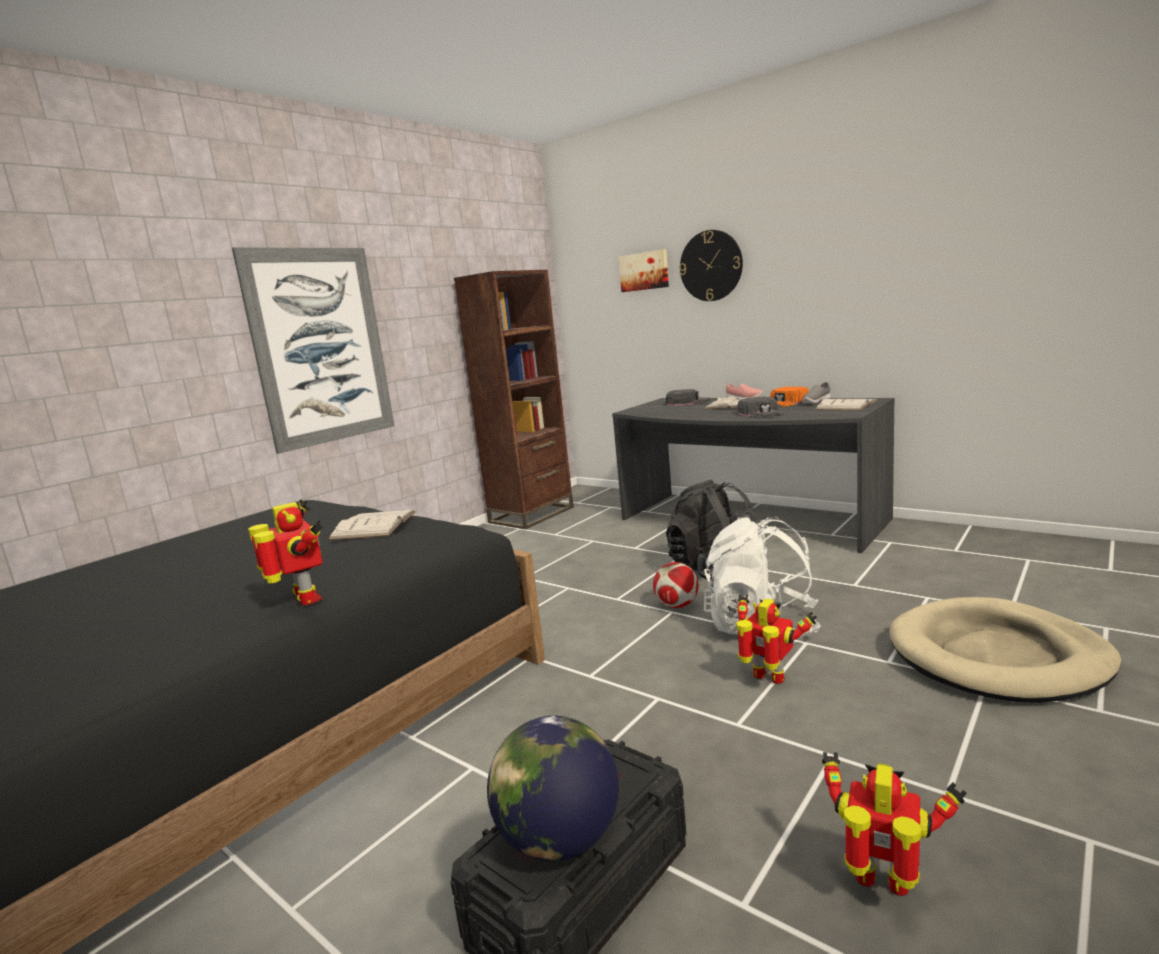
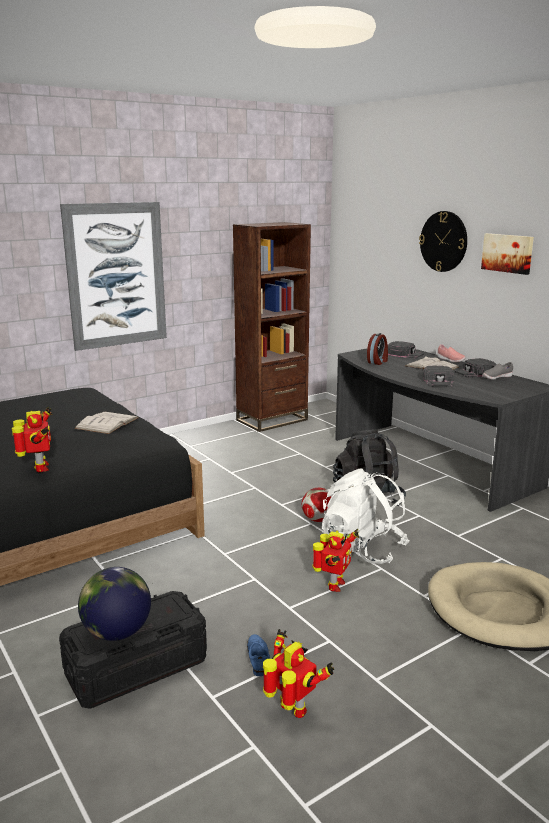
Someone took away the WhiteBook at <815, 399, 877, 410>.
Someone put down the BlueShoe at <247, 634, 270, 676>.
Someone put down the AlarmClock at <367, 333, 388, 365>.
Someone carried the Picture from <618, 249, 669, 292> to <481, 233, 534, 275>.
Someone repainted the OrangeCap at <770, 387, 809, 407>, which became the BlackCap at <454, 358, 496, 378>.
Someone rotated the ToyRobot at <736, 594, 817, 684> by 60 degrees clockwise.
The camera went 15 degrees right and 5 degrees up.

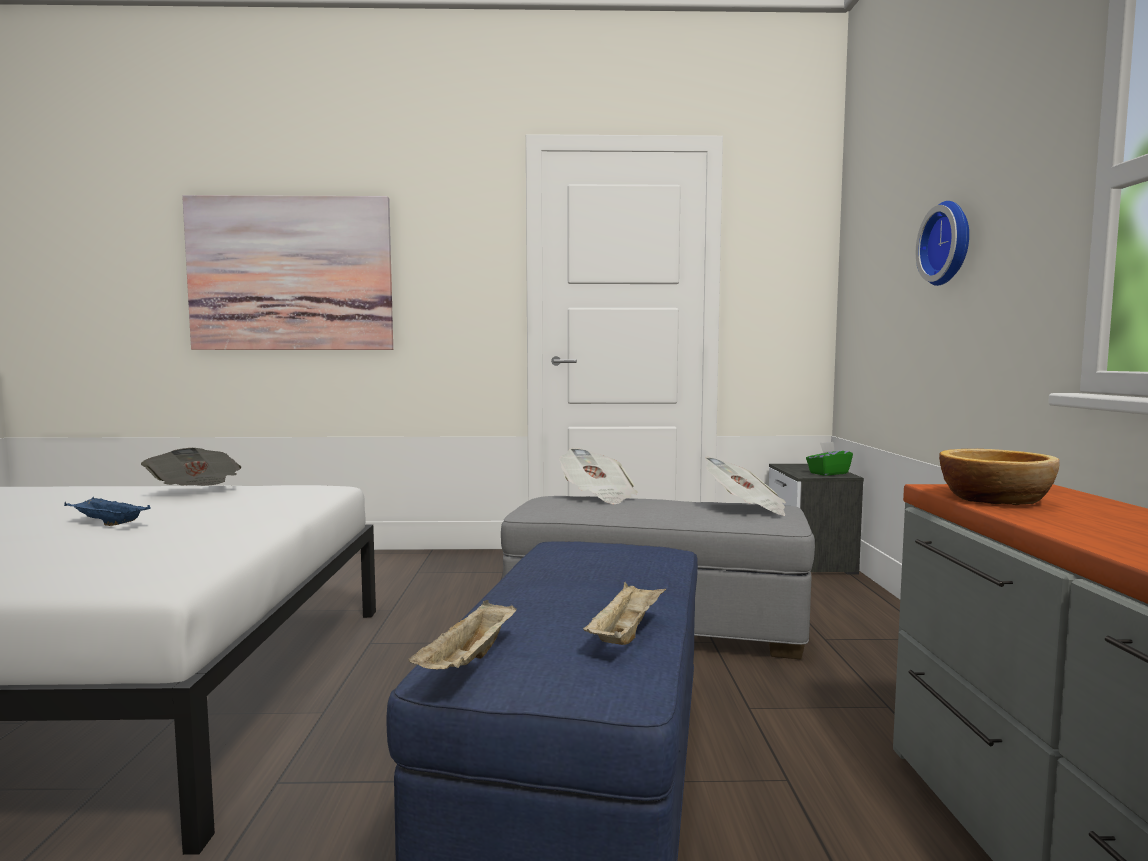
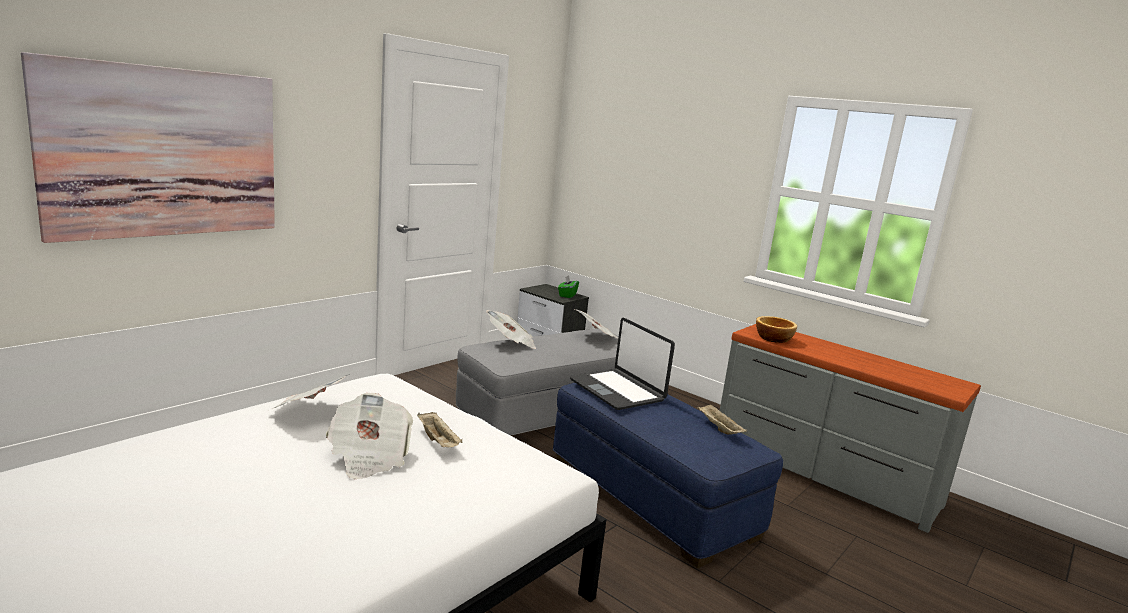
Someone took away the WallClock at <916, 201, 969, 286>.
Someone put down the Laptop at <570, 318, 675, 410>.
Someone carried the BeigeTray from <409, 600, 517, 669> to <417, 412, 462, 447>.
Someone swapped the BlueTray at <64, 497, 151, 526> for the Newspaper at <326, 393, 413, 479>.
The camera went 50 degrees left and 10 degrees up.

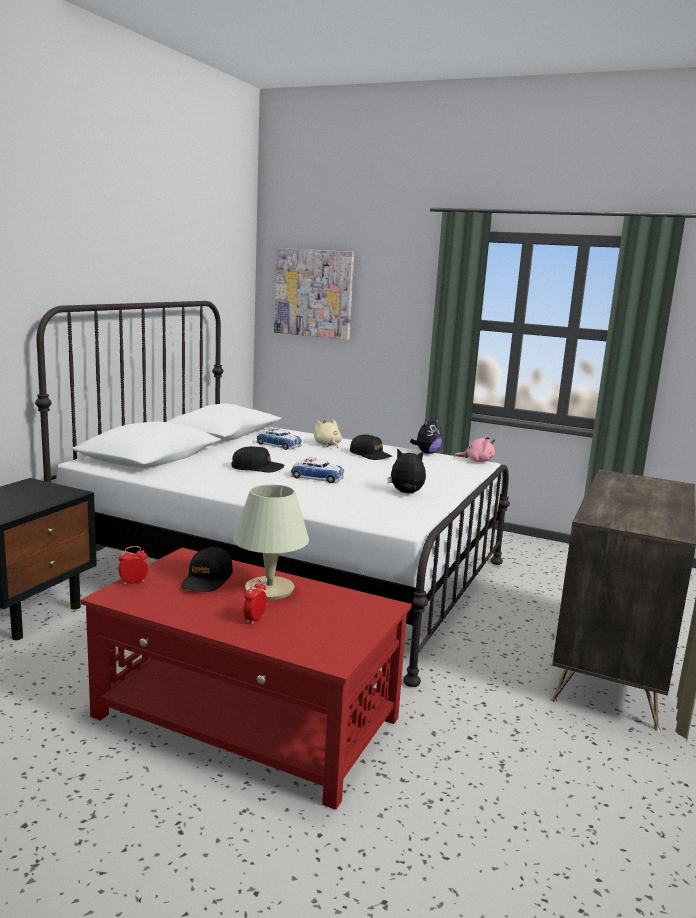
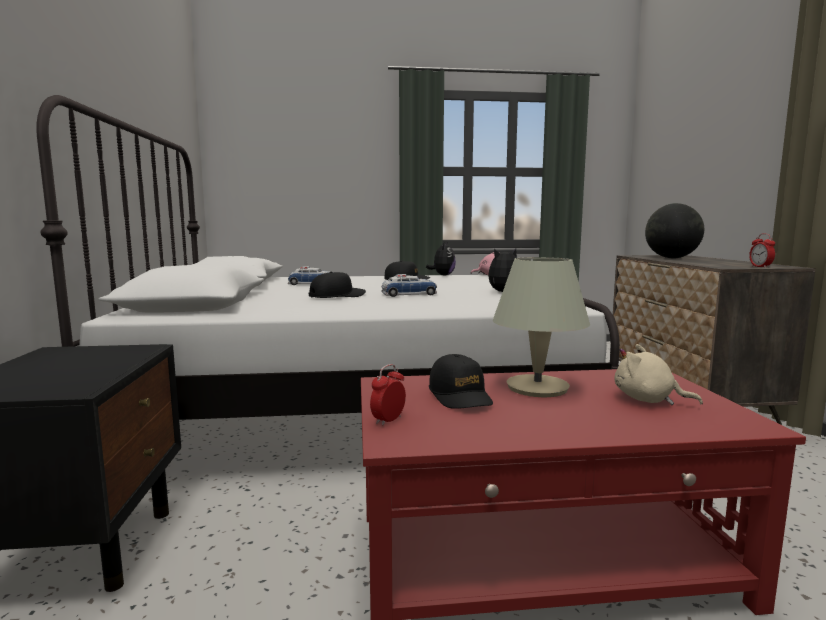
Someone took away the Picture at <274, 248, 354, 340>.
Someone put down the Globe at <645, 203, 704, 258>.
Someone carried the AlarmClock from <243, 579, 267, 624> to <749, 233, 775, 268>.
Someone carried the BeigePlushToy from <314, 419, 342, 449> to <615, 344, 703, 405>.
The camera went 30 degrees left and 5 degrees down.

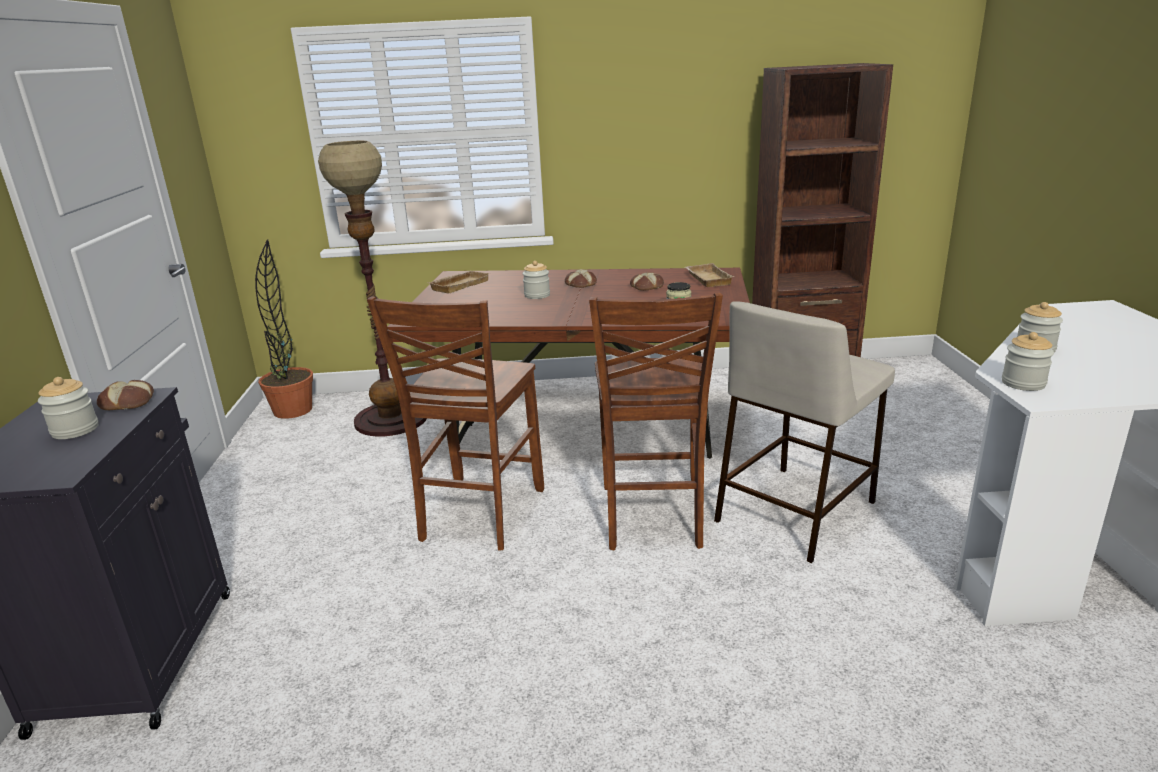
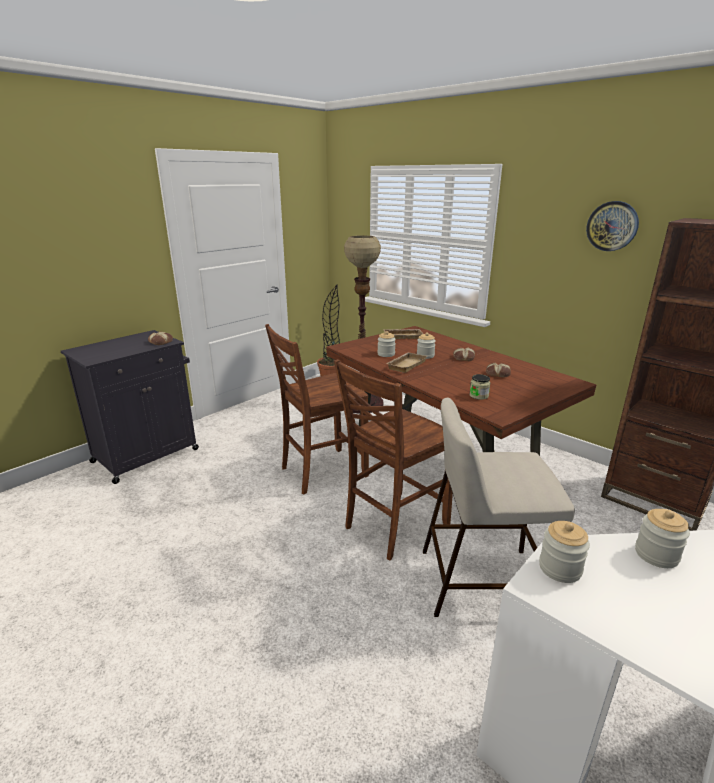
Someone put up the WallClock at <586, 201, 639, 251>.
Someone carried the Jar from <38, 377, 98, 439> to <377, 331, 396, 357>.
Someone carried the BeigeTray from <685, 263, 734, 287> to <386, 353, 427, 373>.
The camera went 45 degrees right and 0 degrees up.

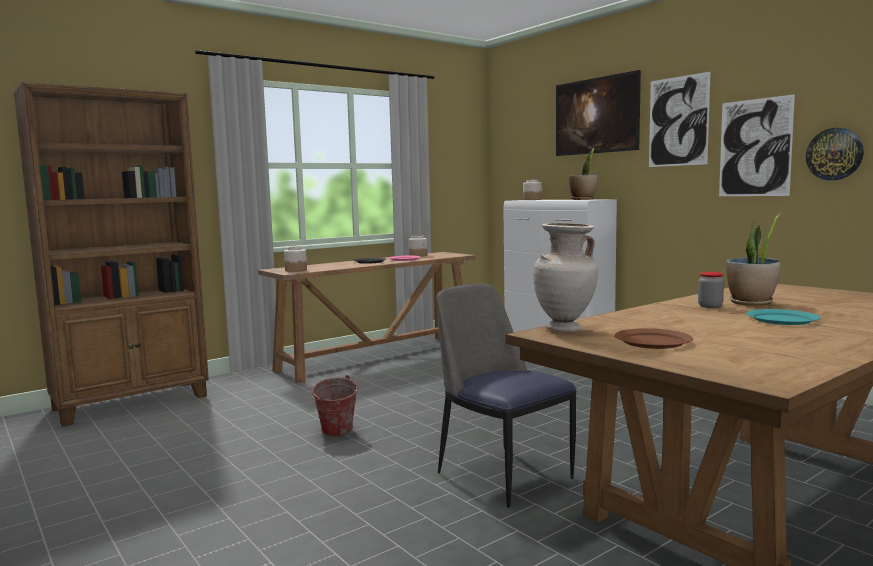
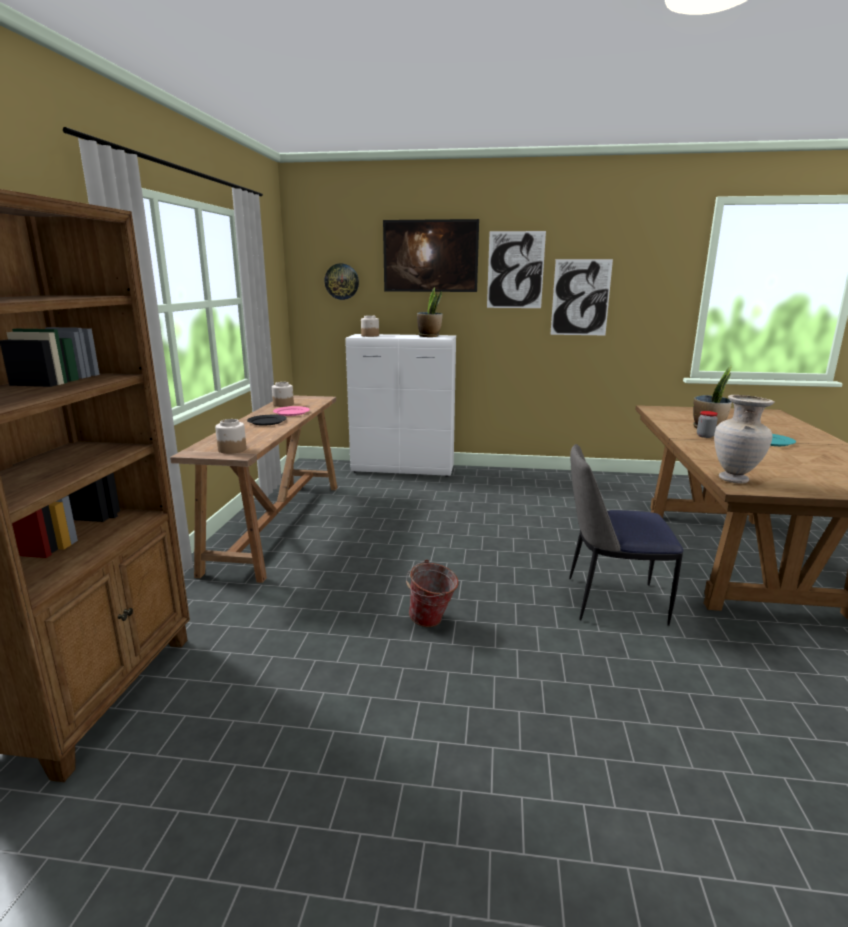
Someone took away the BrownPlate at <615, 328, 693, 349>.
Someone carried the WallClock from <806, 128, 864, 180> to <324, 264, 359, 300>.
The camera went 45 degrees left and 10 degrees up.

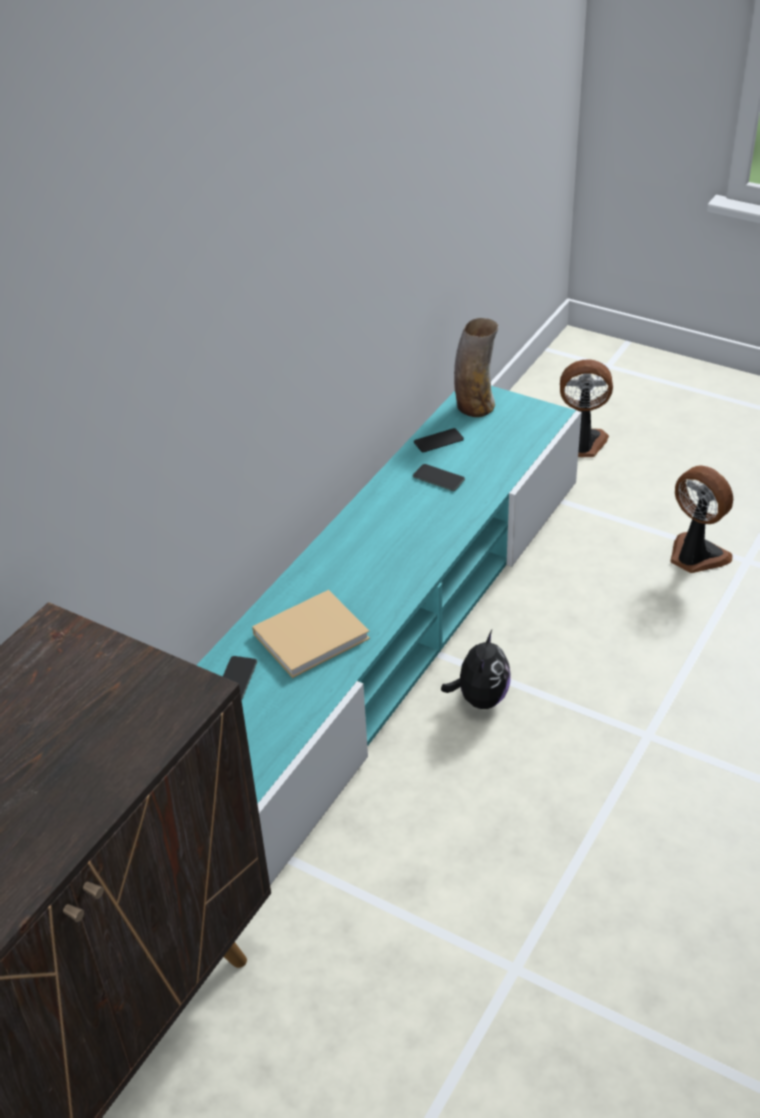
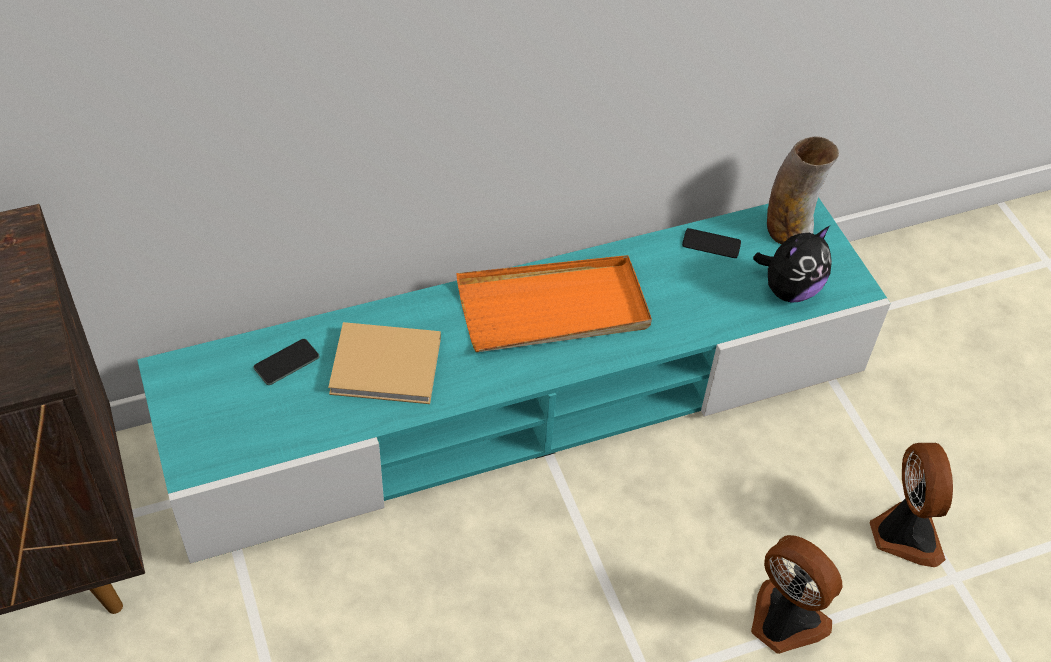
Someone took away the Phone at <413, 464, 465, 491>.
Someone put down the OrangeTray at <456, 255, 652, 352>.
Someone carried the PlushToy from <441, 630, 511, 709> to <753, 226, 832, 303>.
Someone carried the Fan from <560, 359, 613, 457> to <751, 535, 843, 654>.
The camera went 35 degrees right and 10 degrees up.

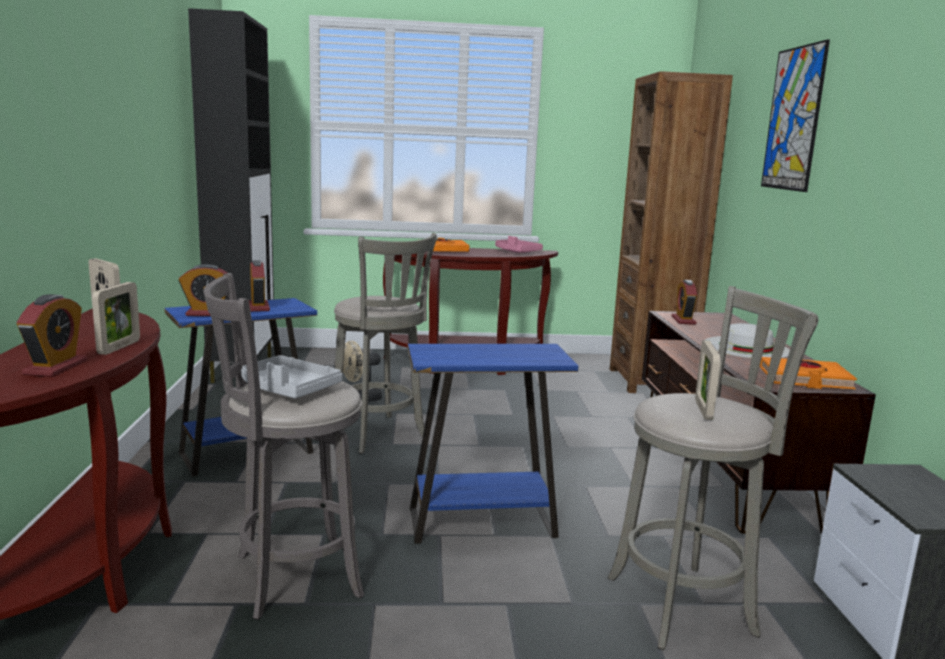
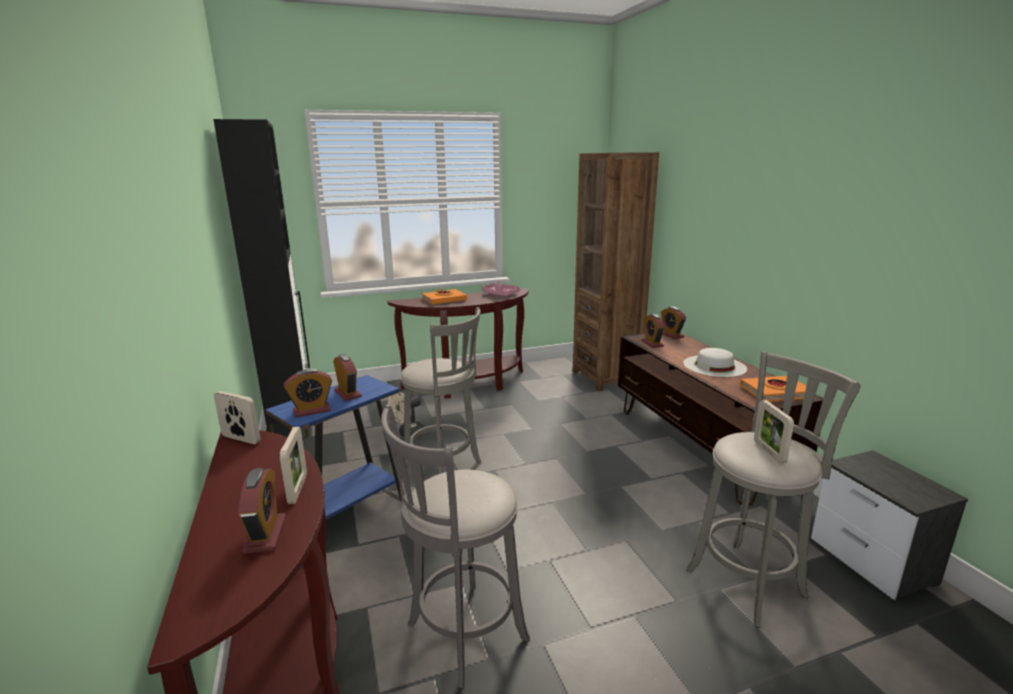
Someone took away the GreyTray at <241, 355, 343, 398>.
Someone took away the BlueSideTable at <408, 344, 578, 544>.
Someone took away the Picture at <761, 39, 830, 192>.
Someone put down the AlarmClock at <661, 307, 686, 339>.
The camera went 15 degrees left and 5 degrees up.

